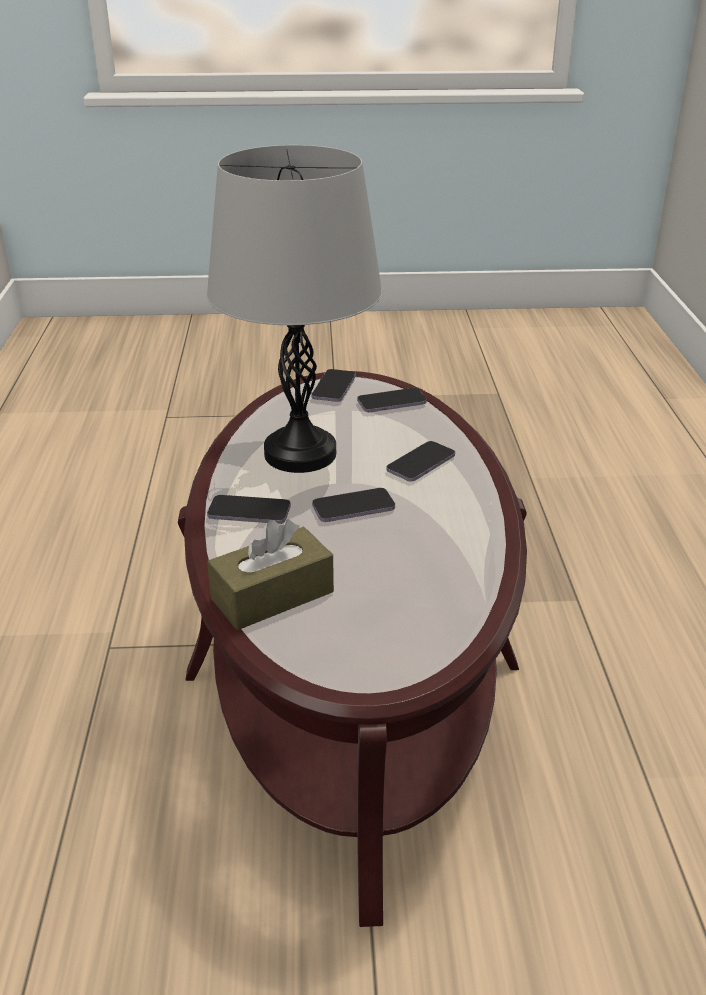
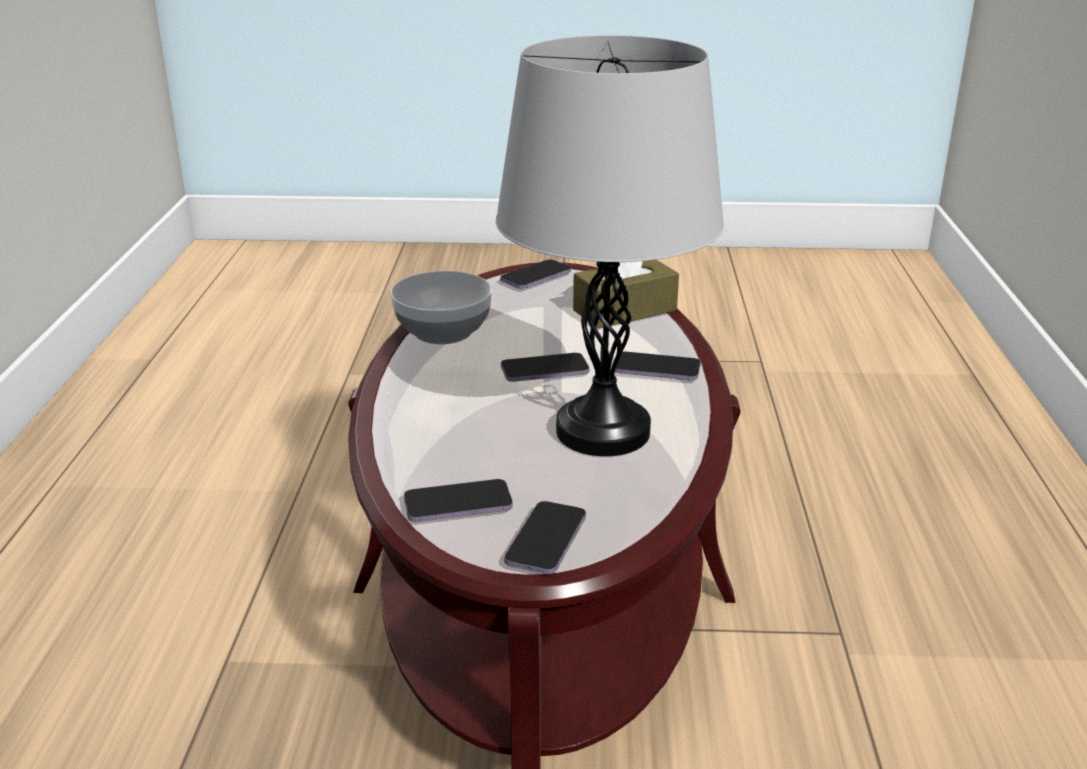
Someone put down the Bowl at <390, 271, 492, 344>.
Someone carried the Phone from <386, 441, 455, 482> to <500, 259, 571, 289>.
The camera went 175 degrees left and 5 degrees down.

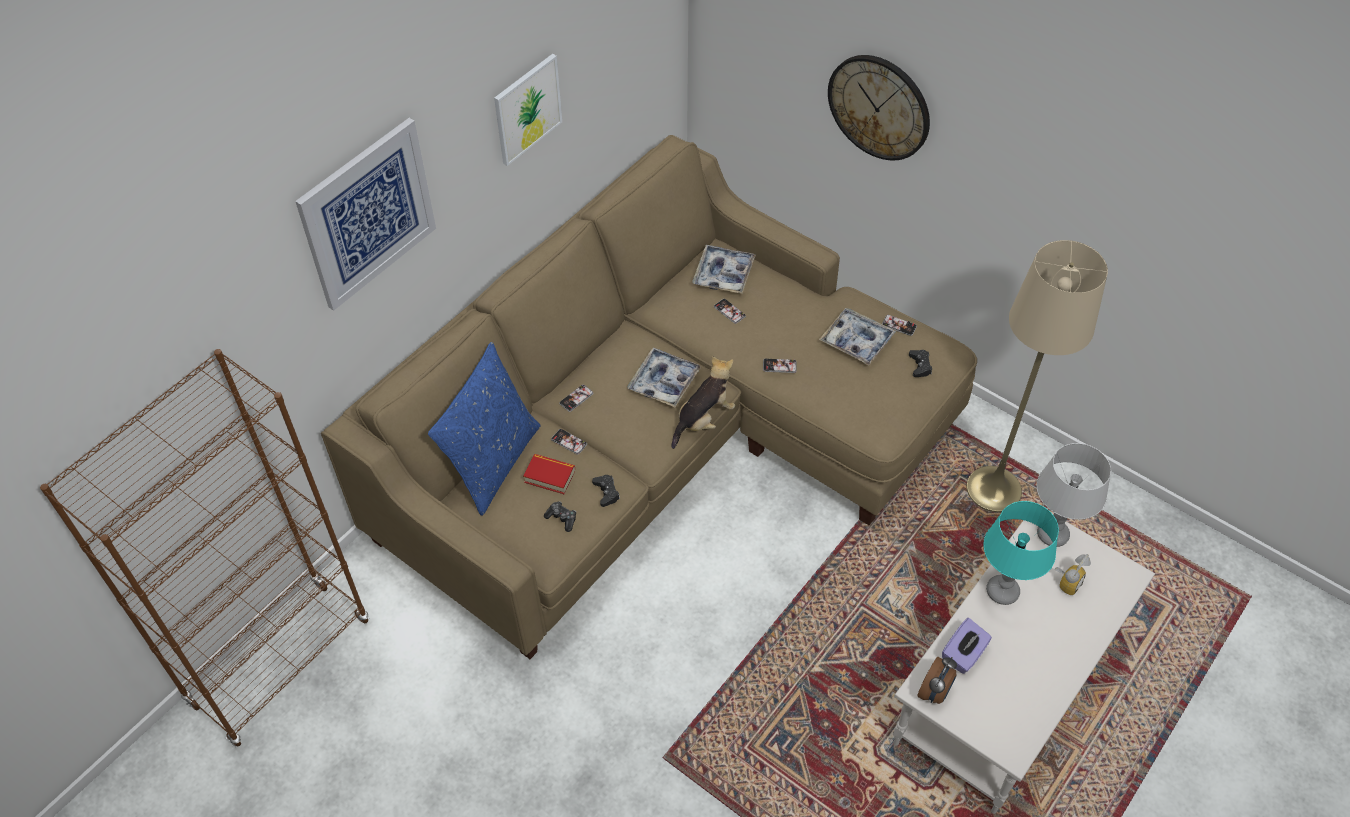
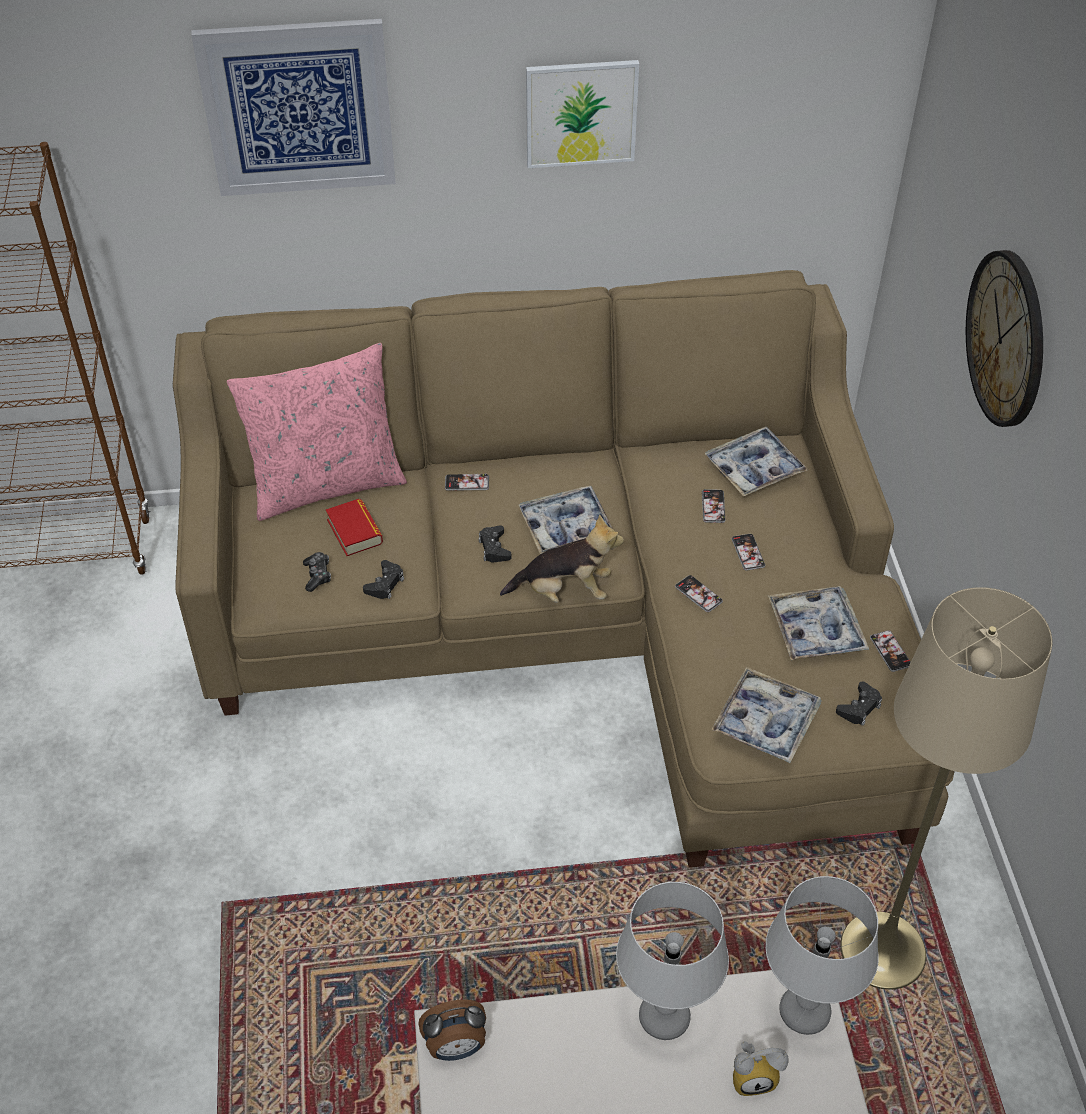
Someone took away the PurpleTissueBox at <942, 618, 992, 674>.
Someone put down the BlackGameController at <479, 525, 511, 563>.
Someone put down the Tray at <711, 667, 822, 763>.
Someone carried the Phone from <551, 429, 587, 455> to <732, 534, 765, 571>.
Someone repainted the BluePillow at <428, 342, 540, 516>, which became the PinkPillow at <227, 343, 407, 521>.
Someone repainted the TurquoiseTableLamp at <983, 501, 1059, 605>, which became the GreyTableLamp at <616, 882, 729, 1040>.
The camera went 45 degrees right and 5 degrees down.

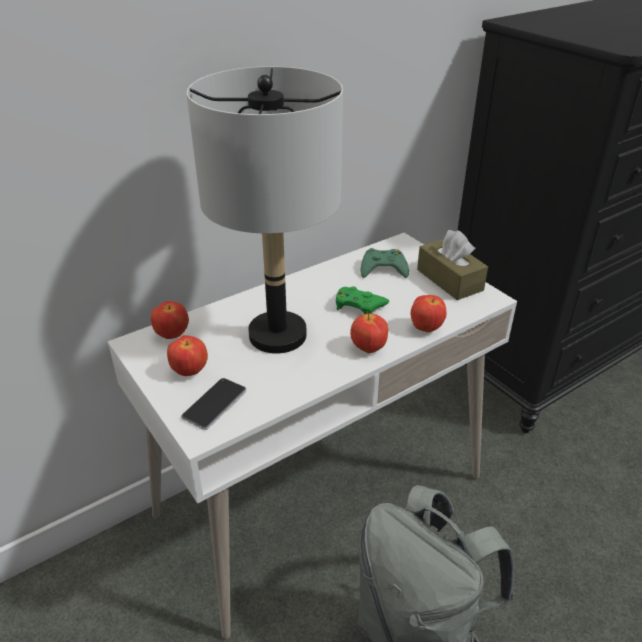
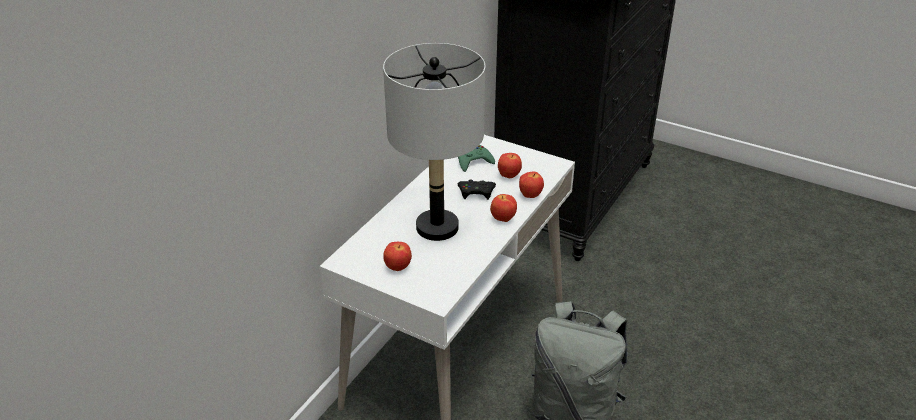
Someone took away the Phone at <181, 378, 246, 430>.
Someone took away the BrownTissueBox at <417, 230, 488, 300>.
Someone carried the Apple from <151, 301, 189, 339> to <498, 153, 522, 178>.
Someone repainted the GreenGameController at <336, 286, 389, 314>, which became the BlackGameController at <458, 179, 496, 200>.
The camera went 25 degrees left and 0 degrees up.

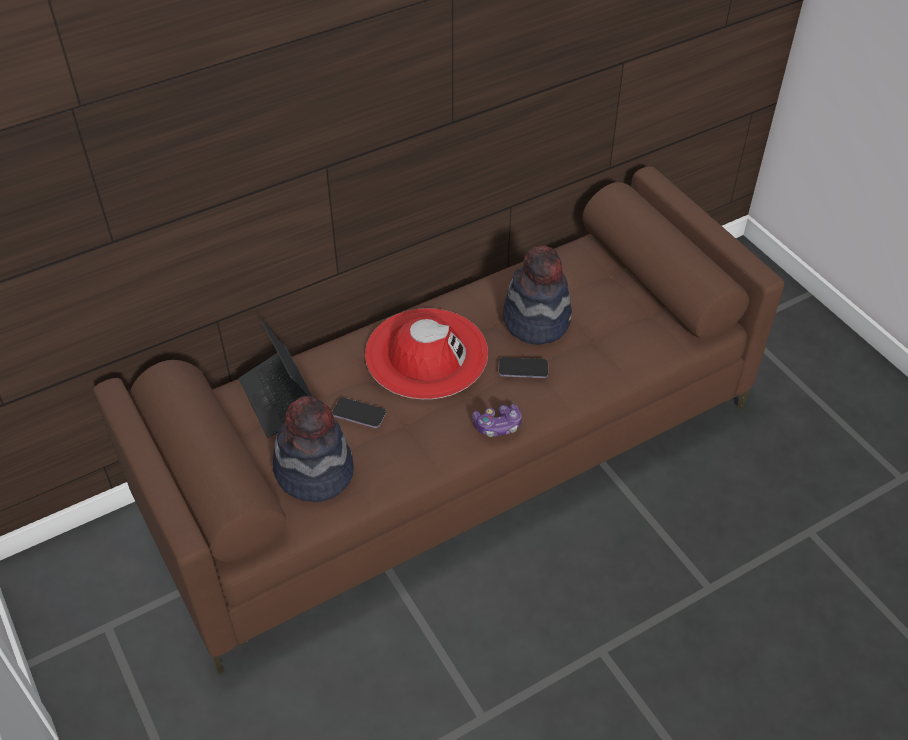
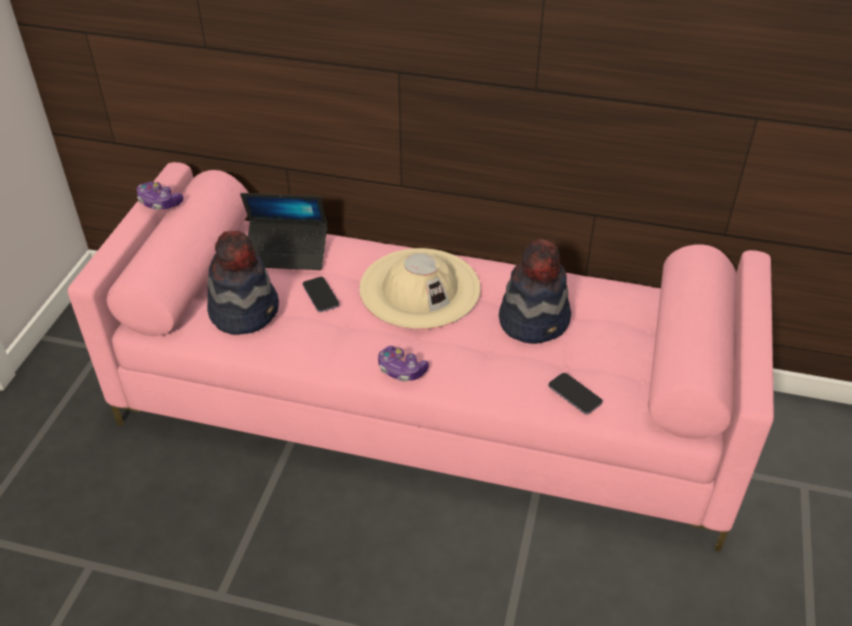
Someone put down the GameController at <137, 182, 183, 210>.
Someone carried the Phone from <499, 357, 548, 378> to <548, 373, 603, 415>.
Someone repainted the BrownSofa at <93, 166, 784, 674>, which became the PinkSofa at <68, 162, 774, 552>.
Someone repainted the RedHat at <365, 308, 488, 399>, which became the BeigeHat at <359, 248, 481, 329>.
Someone rotated the Laptop at <239, 318, 312, 438> by 105 degrees counterclockwise.
The camera went 45 degrees right and 5 degrees down.

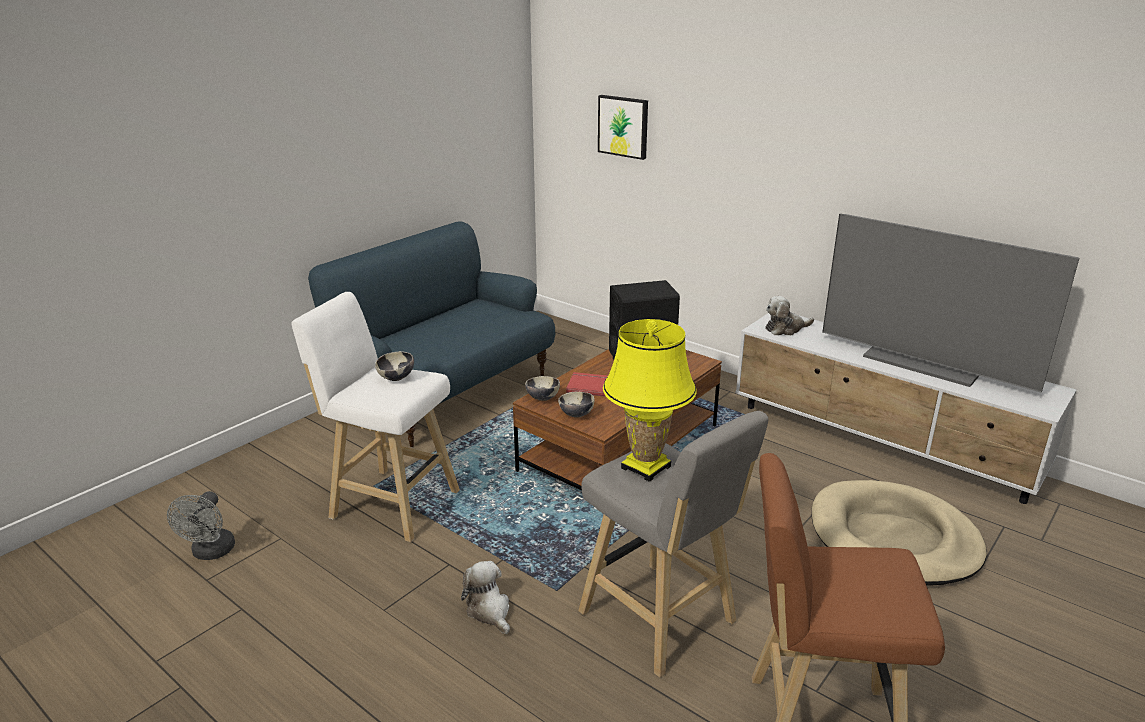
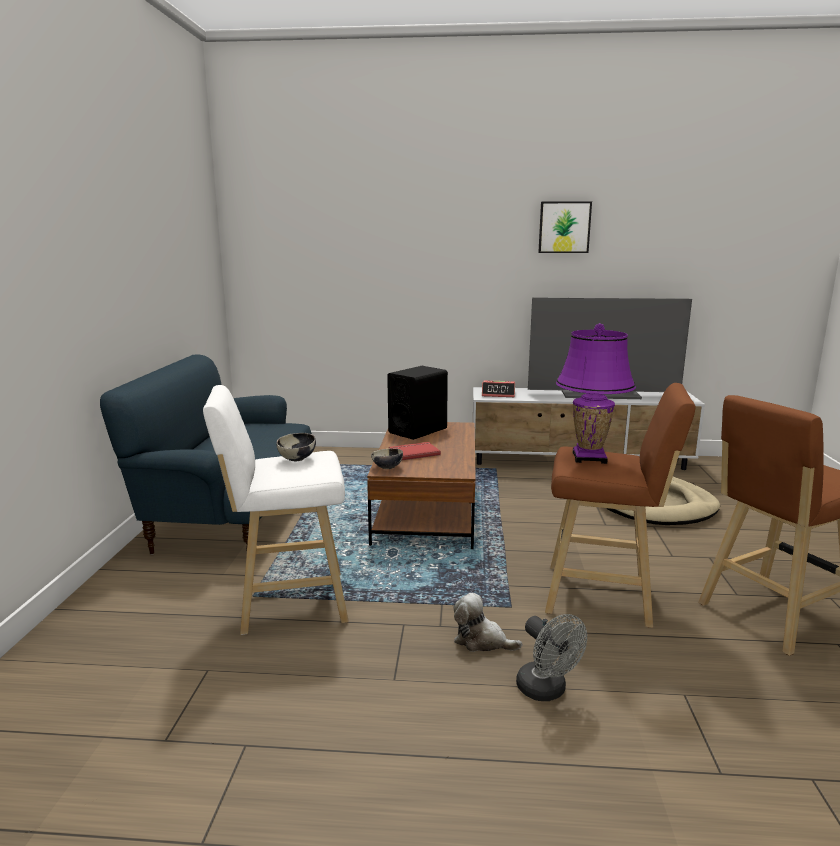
Someone took away the Bowl at <558, 392, 594, 418>.
Someone carried the GreyFan from <167, 491, 235, 560> to <516, 614, 587, 701>.
Someone carried the Picture from <598, 95, 648, 160> to <538, 201, 592, 253>.
Someone swapped the PlushToy at <765, 296, 814, 335> for the AlarmClock at <482, 381, 515, 397>.
Someone repainted the GreyStool at <578, 411, 768, 678>, which became the BrownStool at <545, 383, 695, 628>.
Someone repainted the YellowTableLamp at <603, 319, 697, 482>, which became the PurpleTableLamp at <556, 323, 636, 464>.
The camera went 35 degrees left and 10 degrees down.

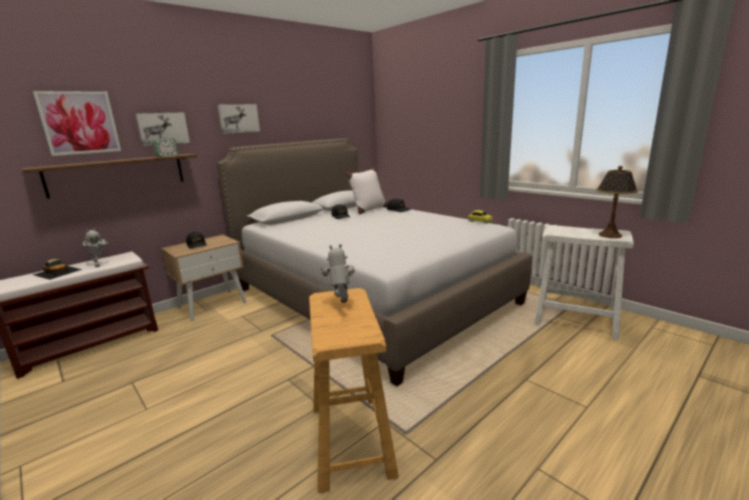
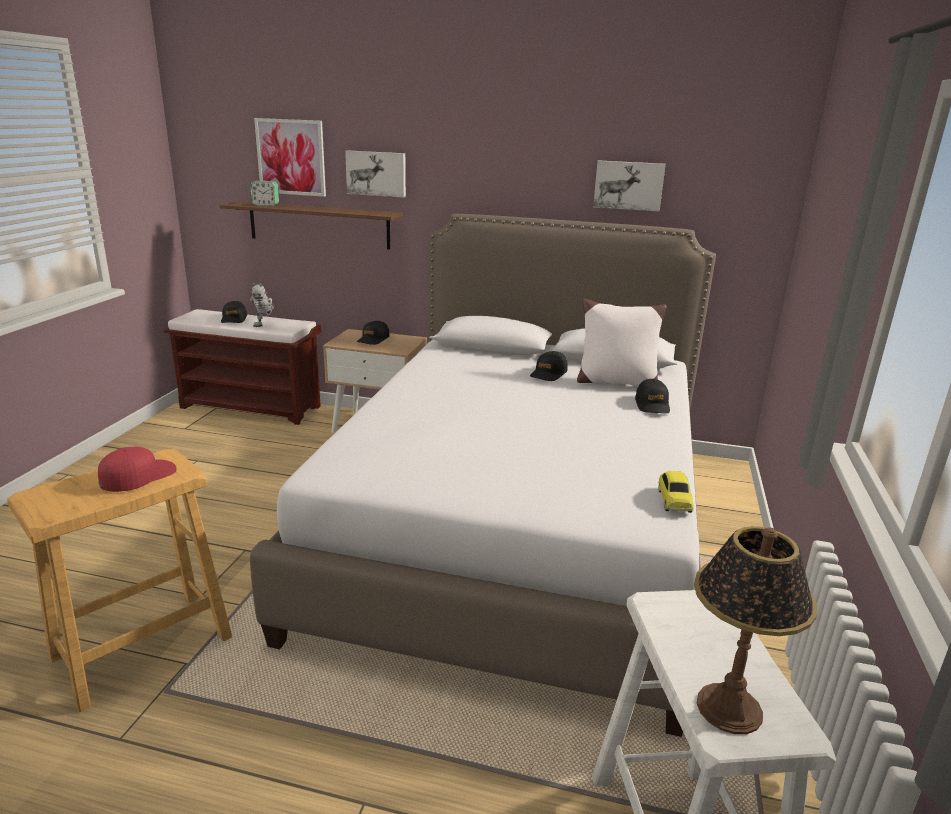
Someone carried the AlarmClock from <153, 138, 178, 157> to <250, 181, 279, 206>.
Someone carried the Picture from <217, 104, 260, 134> to <593, 160, 666, 212>.
Someone swapped the ToyCar at <33, 259, 82, 280> for the BlackCap at <221, 301, 247, 323>.
Someone swapped the ToyRobot at <320, 244, 355, 303> for the RedCap at <98, 447, 177, 492>.
The camera went 55 degrees right and 5 degrees up.

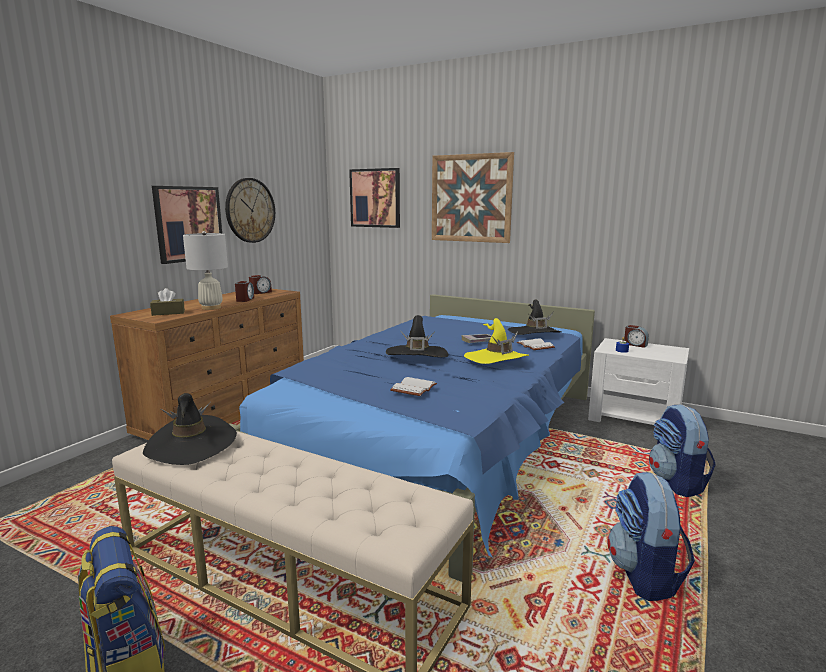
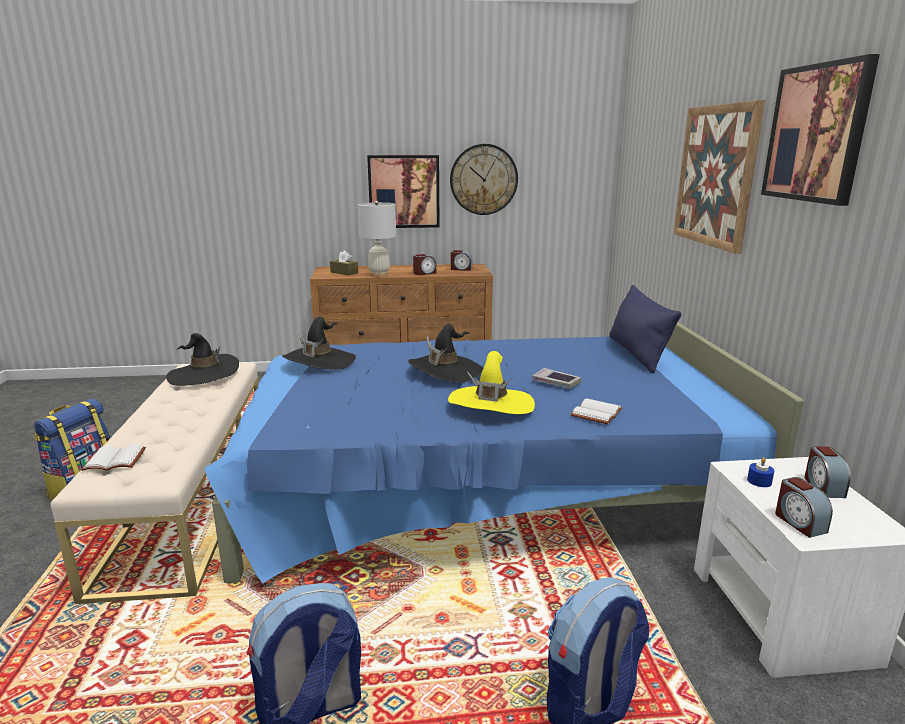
Someone put down the BluePillow at <609, 285, 682, 373>.
Someone put down the AlarmClock at <775, 477, 833, 538>.
Someone carried the Picture from <349, 168, 400, 228> to <761, 54, 880, 206>.
Someone carried the WhiteBook from <390, 377, 437, 396> to <81, 444, 146, 471>.
Someone carried the BlackHat from <508, 300, 562, 335> to <282, 316, 356, 370>.
The camera went 55 degrees right and 5 degrees up.

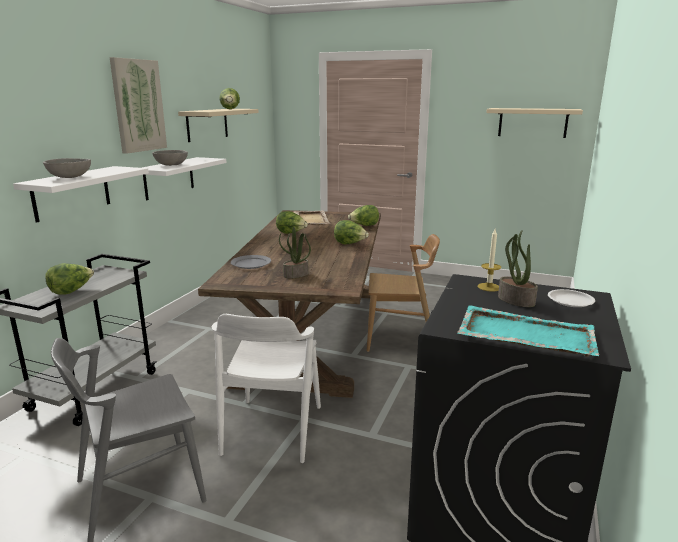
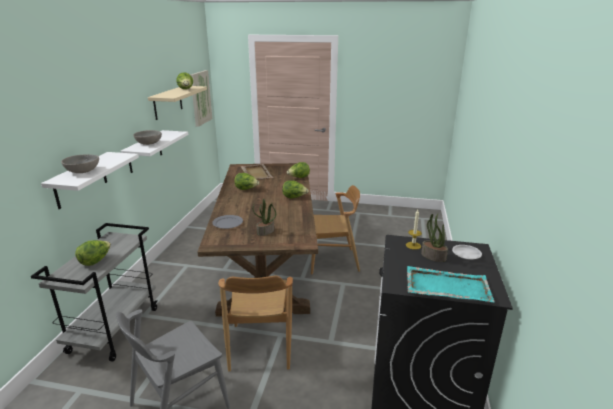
Someone took away the BeigeShelf at <486, 108, 583, 138>.
Someone carried the Picture from <110, 57, 167, 154> to <190, 70, 212, 127>.
Someone repainted the WhiteChair at <212, 314, 321, 463>, which became the BrownChair at <218, 276, 293, 372>.
The camera went 10 degrees left and 5 degrees up.

